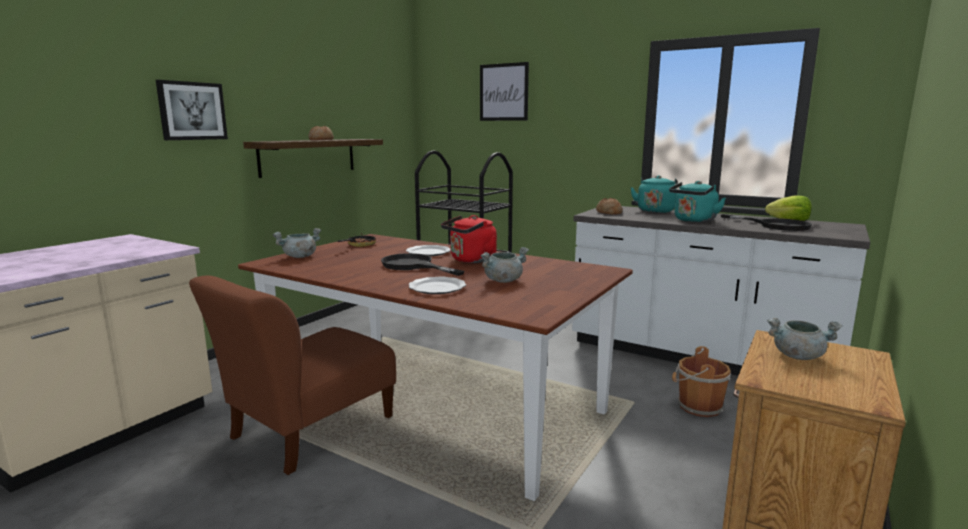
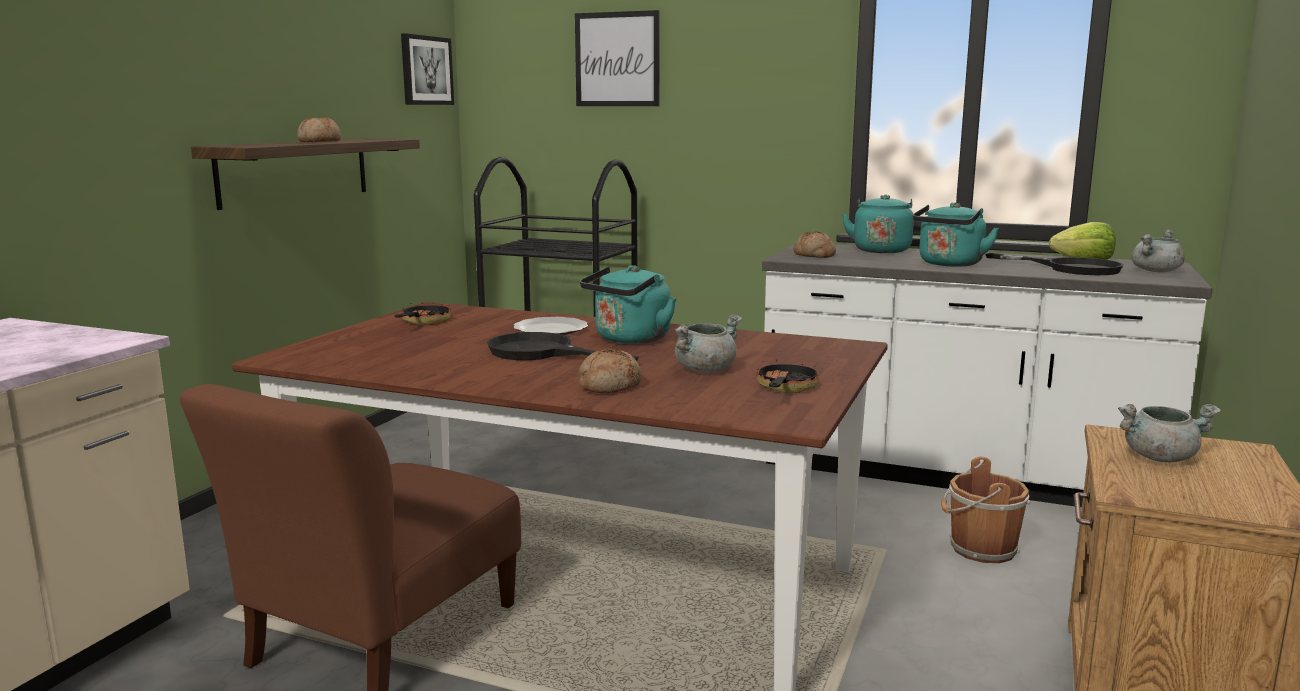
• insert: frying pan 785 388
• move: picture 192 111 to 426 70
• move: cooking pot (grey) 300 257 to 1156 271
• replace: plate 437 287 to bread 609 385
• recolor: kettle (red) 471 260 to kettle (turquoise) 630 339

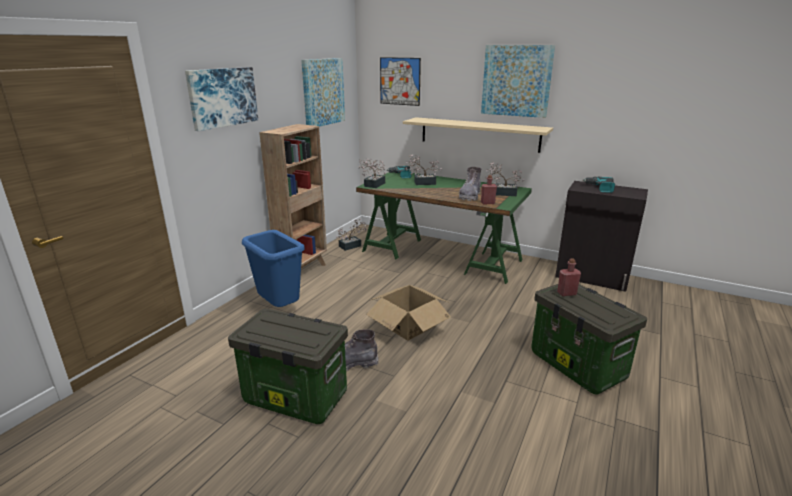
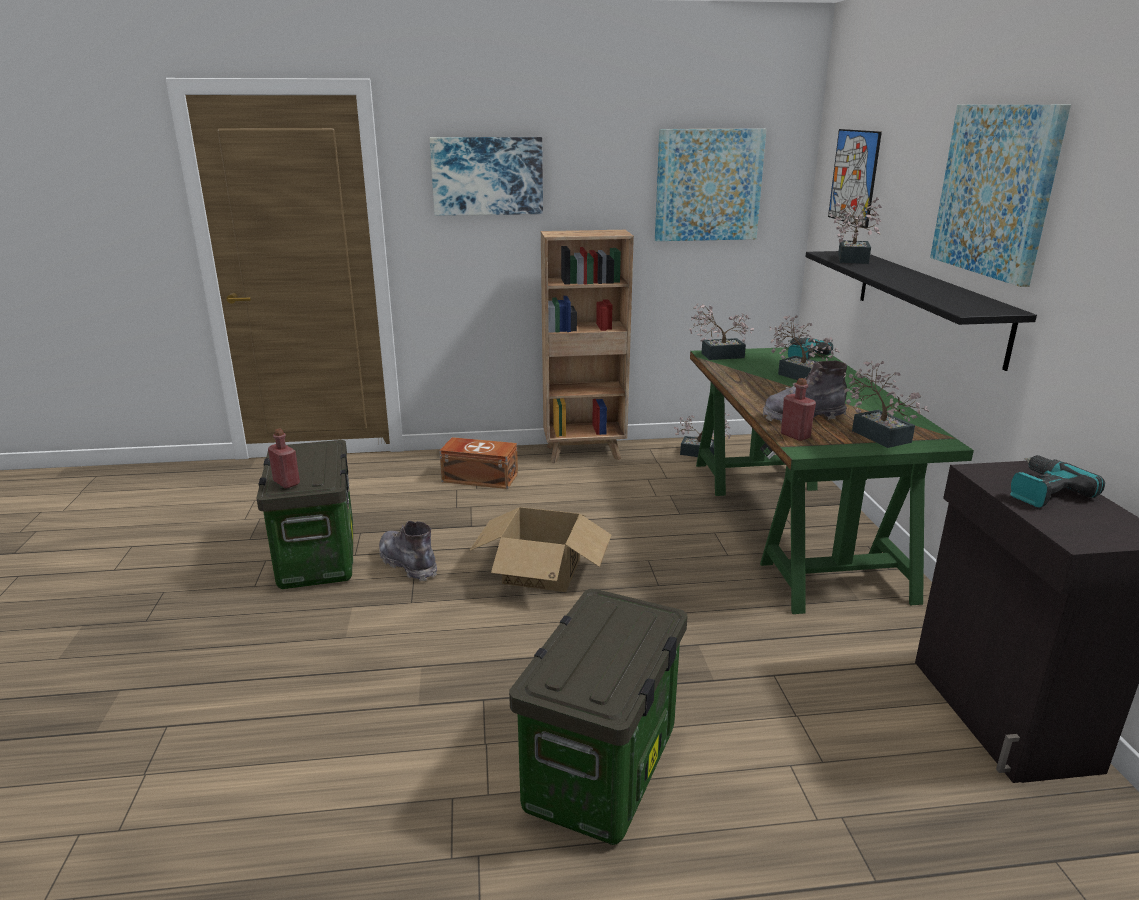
• insert: potted plant 853 258
• move: bottle (red) 566 293 to 286 483
• replace: trash can (blue) 279 308 to storage box (brown) 479 477
• recolor: shelf (beige) 479 134 to shelf (black) 928 303

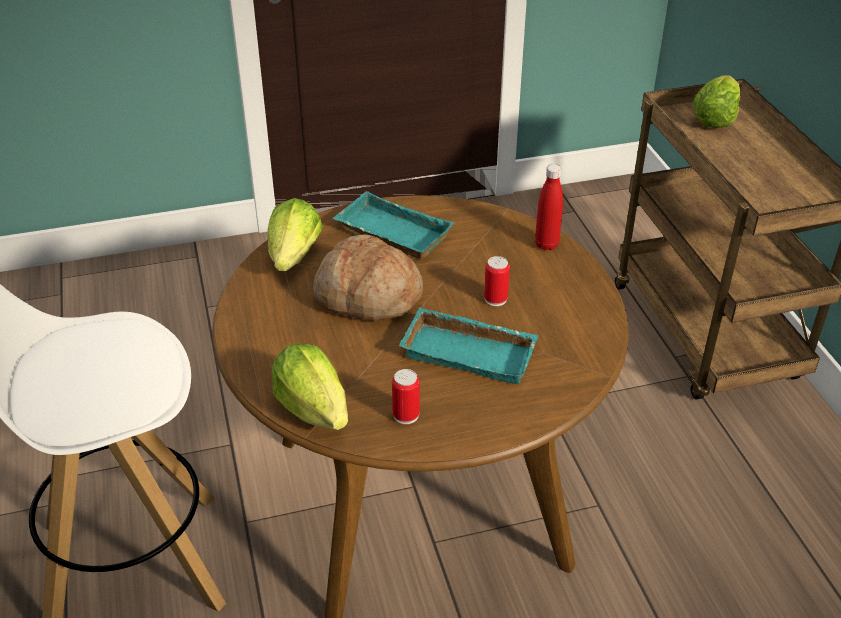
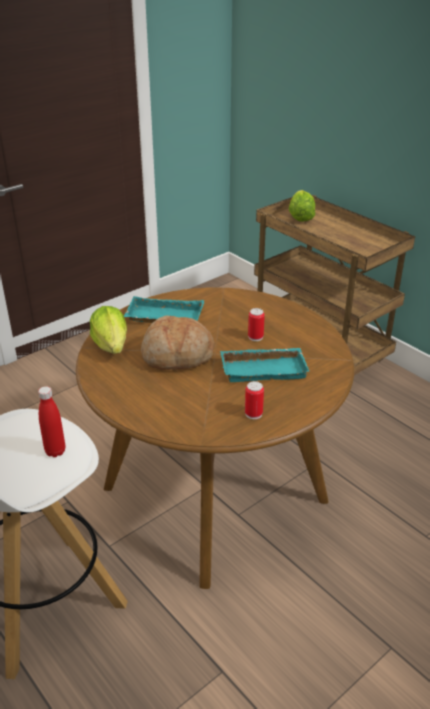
• delete: lettuce 313 408
• move: bottle (red) 546 245 to 55 451

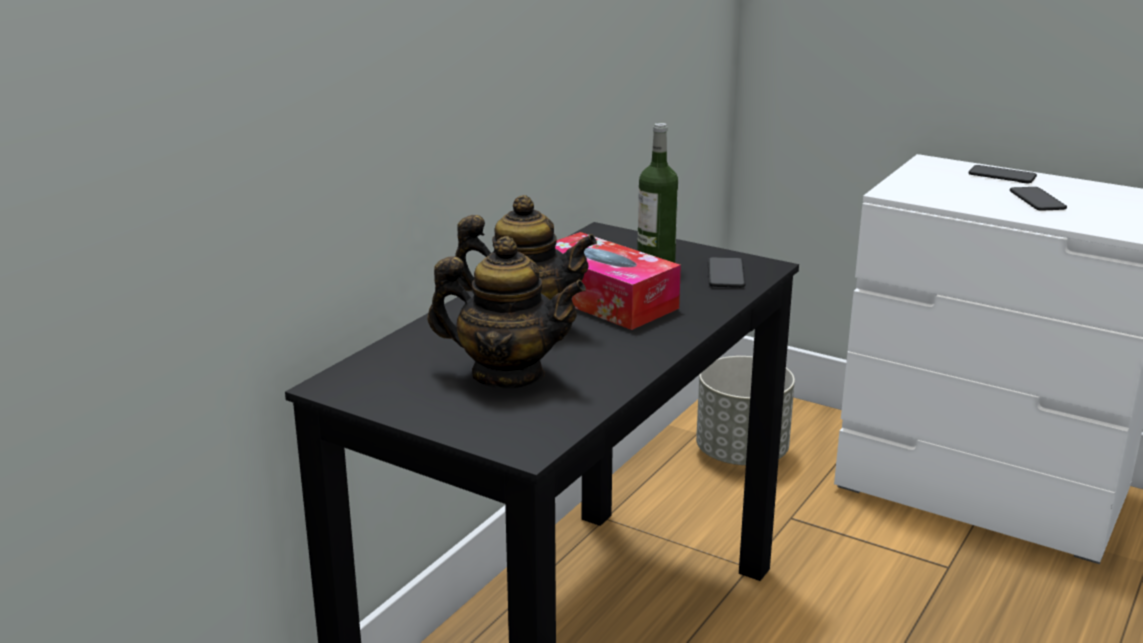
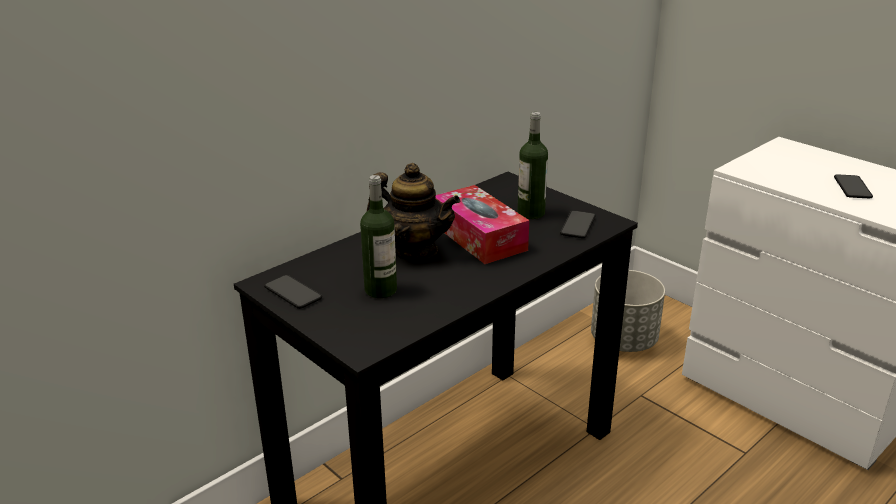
• move: phone 1002 176 to 293 293
• replace: teapot 507 375 to bottle 380 290

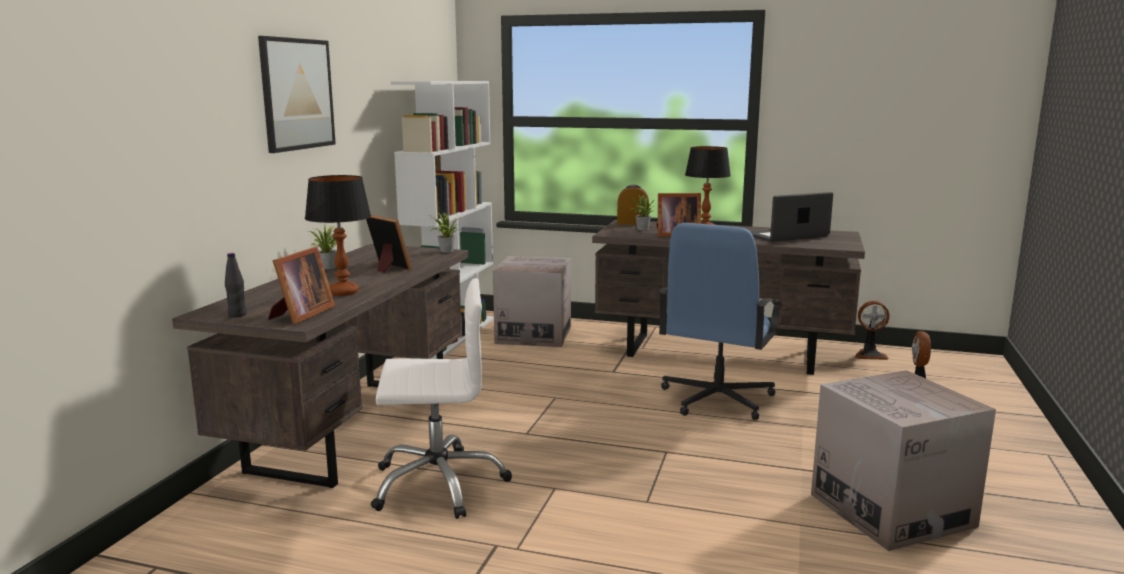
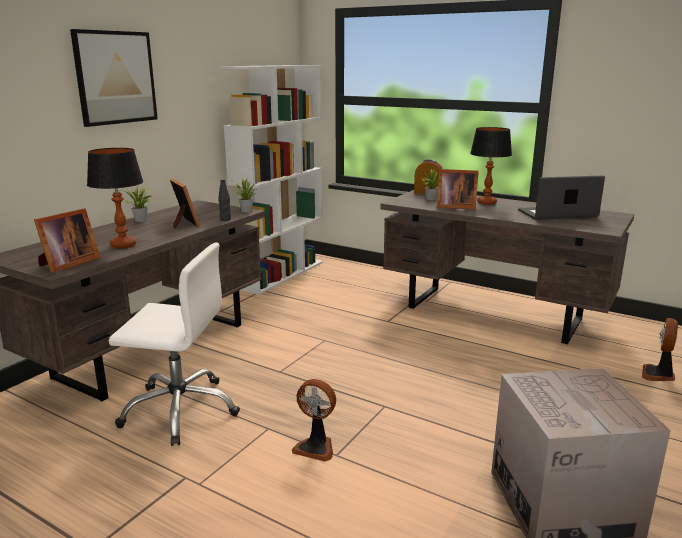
• delete: cardboard box 534 335
• delete: office chair (blue) 716 399
• move: bottle (black) 237 315 to 225 219
• move: fan 869 355 to 316 447

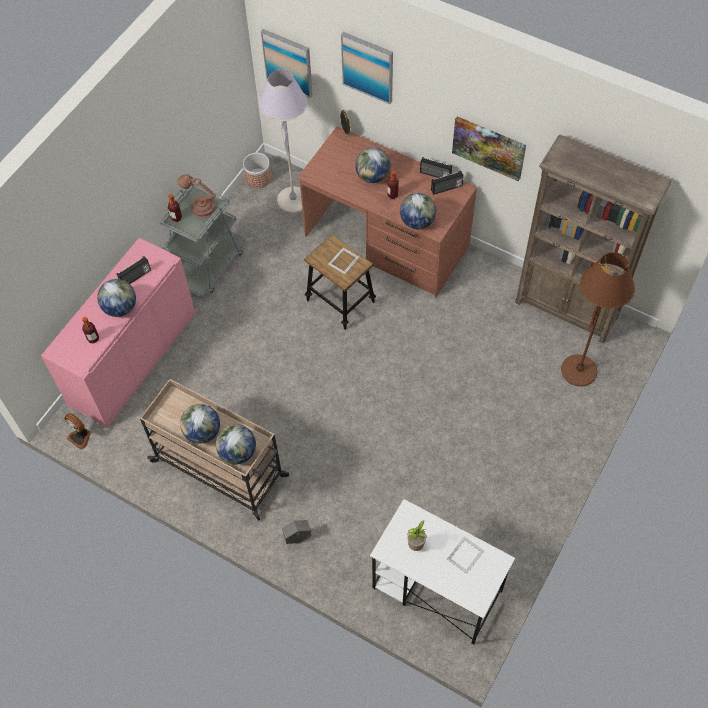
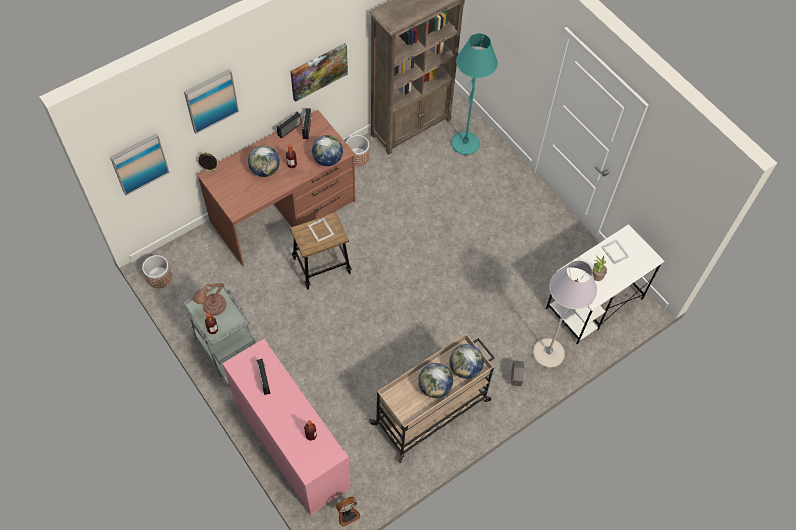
• delete: globe 120 308
• insert: planter 357 157
• move: floor lamp (grey) 293 200 to 548 353
• recolor: floor lamp (brown) 578 371 to floor lamp (turquoise) 465 144

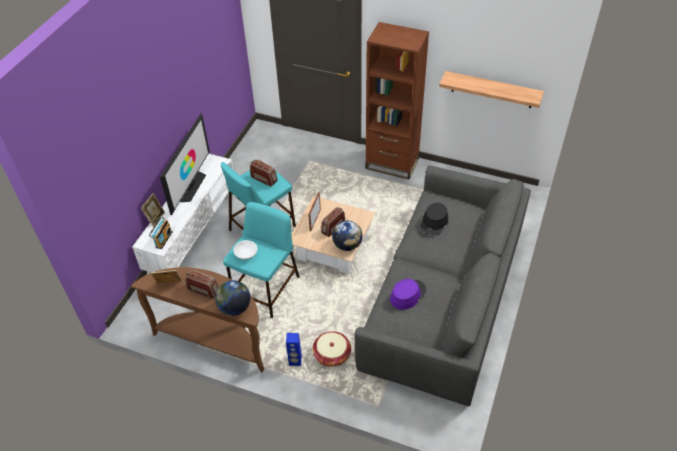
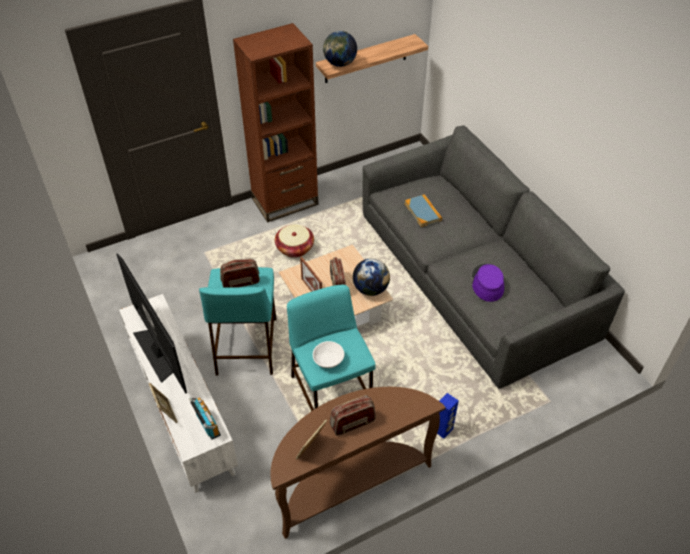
• move: globe 235 308 to 340 64
• move: basket 332 355 to 294 248
• replace: hat (black) 434 222 to book 423 212

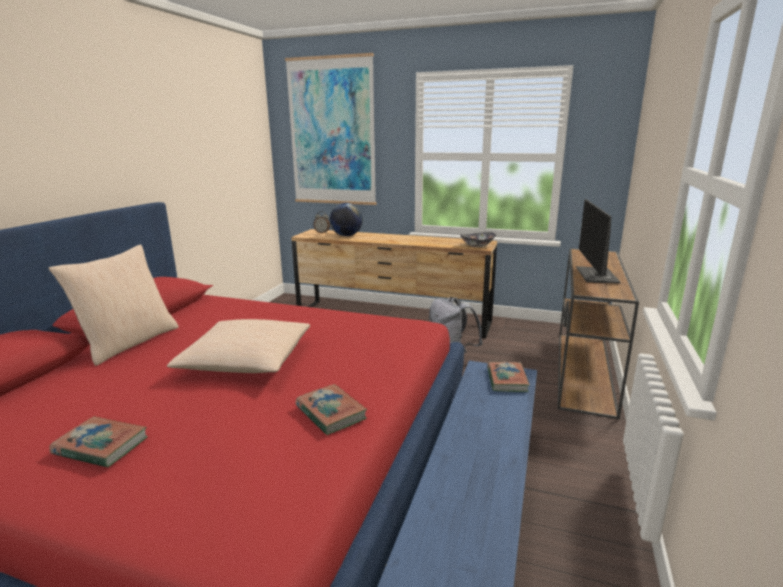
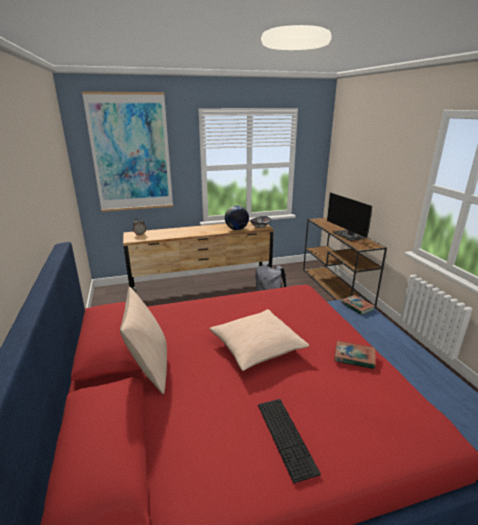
• move: globe 346 236 to 236 229
• replace: book 101 446 to keyboard 285 436

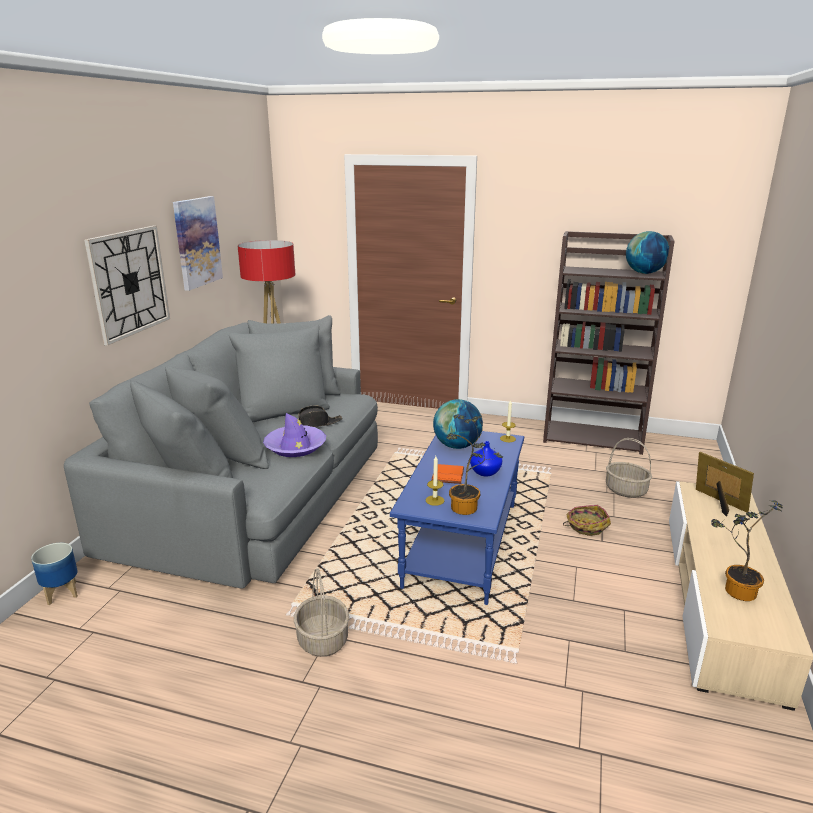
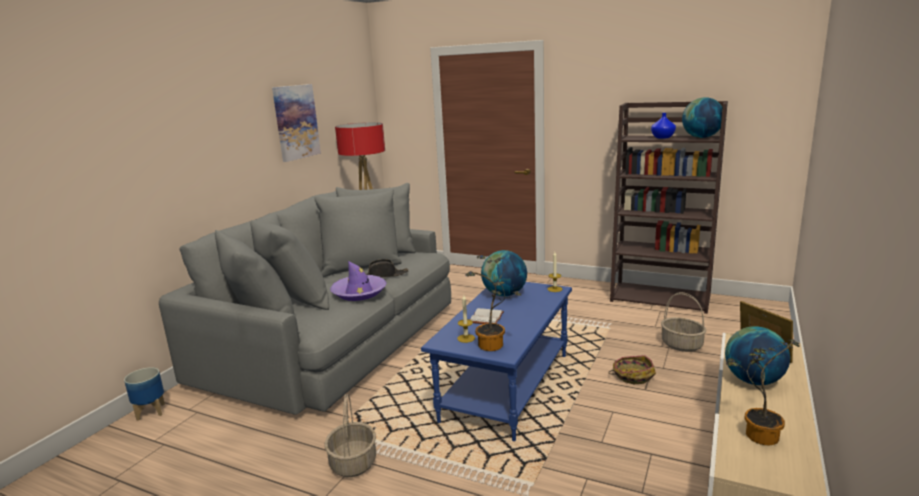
• delete: wall clock 129 283
• insert: globe 753 381
• move: vase (blue) 485 472 to 662 137
• recolor: book (orange) 446 475 to book (white) 485 317

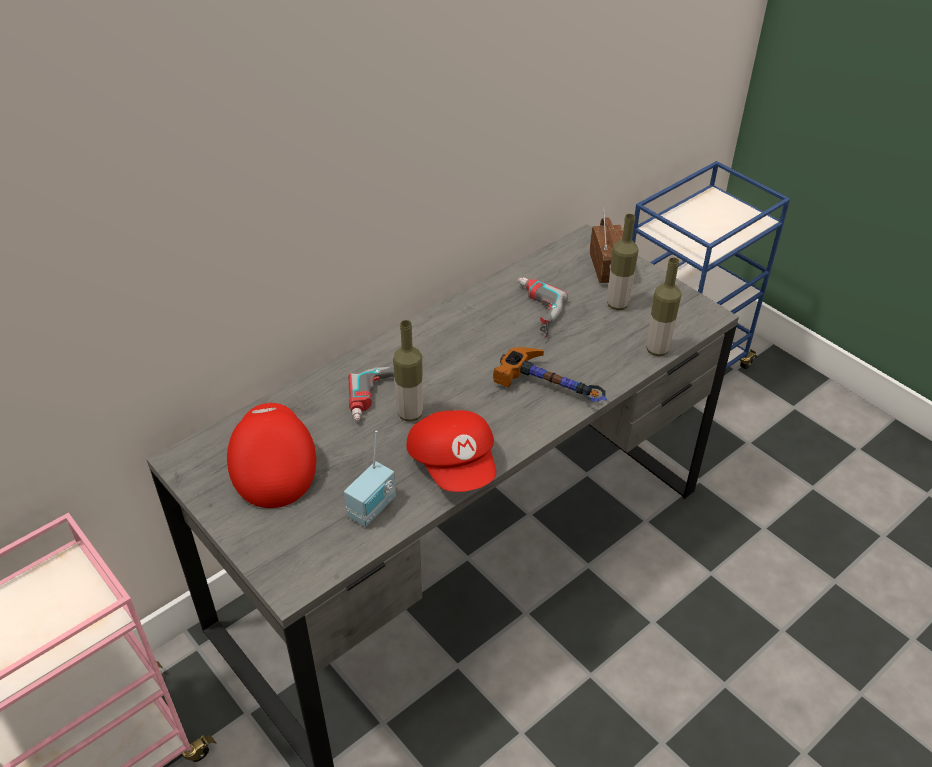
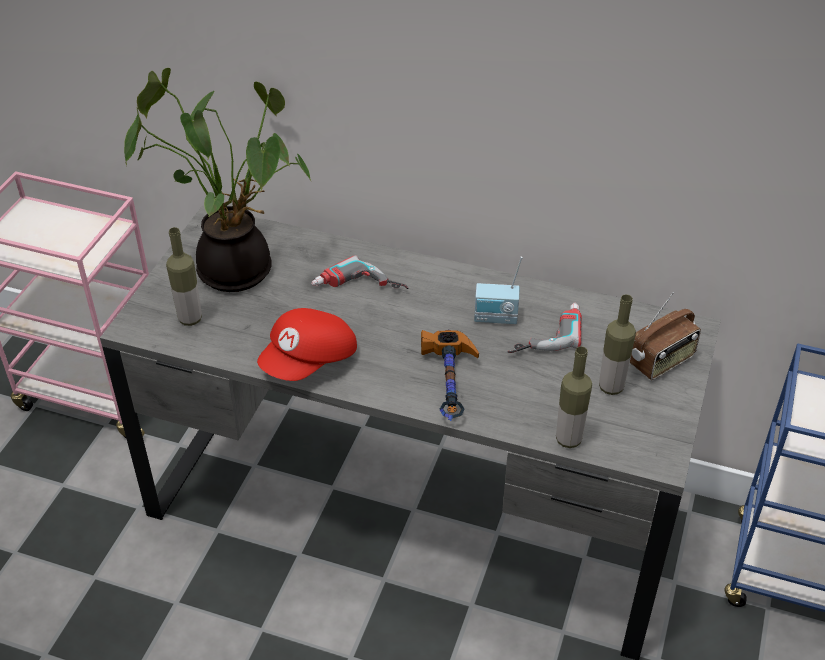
• move: radio 373 508 to 495 318
• move: bottle 410 414 to 190 319
• replace: cap (red) 272 467 to potted plant 236 266

